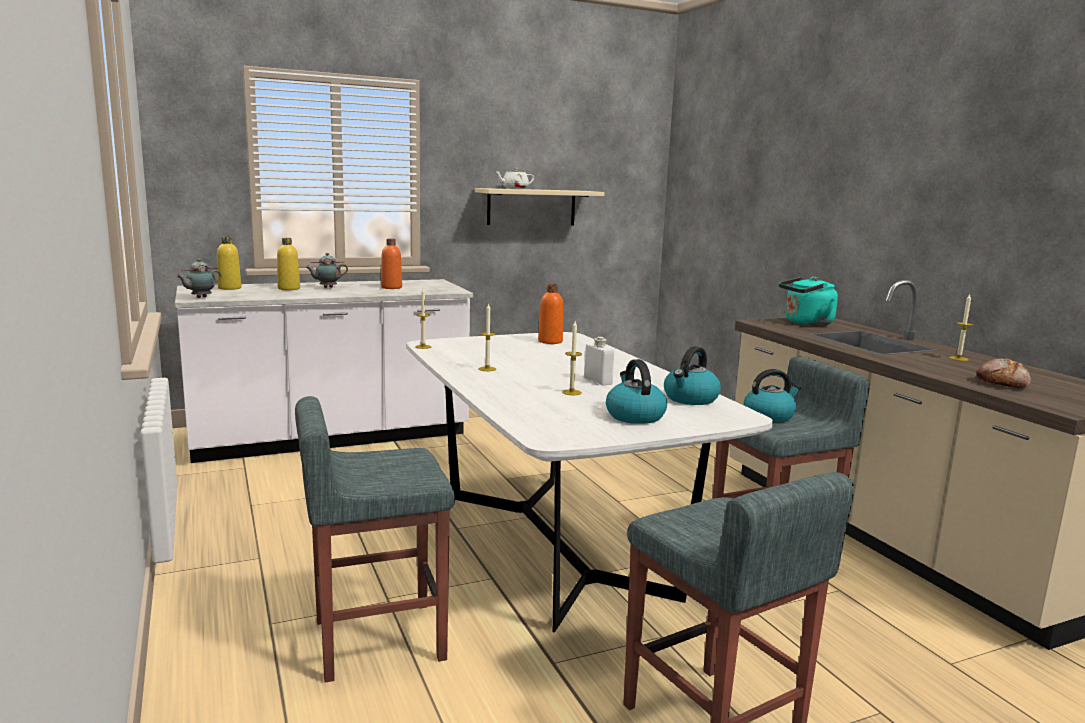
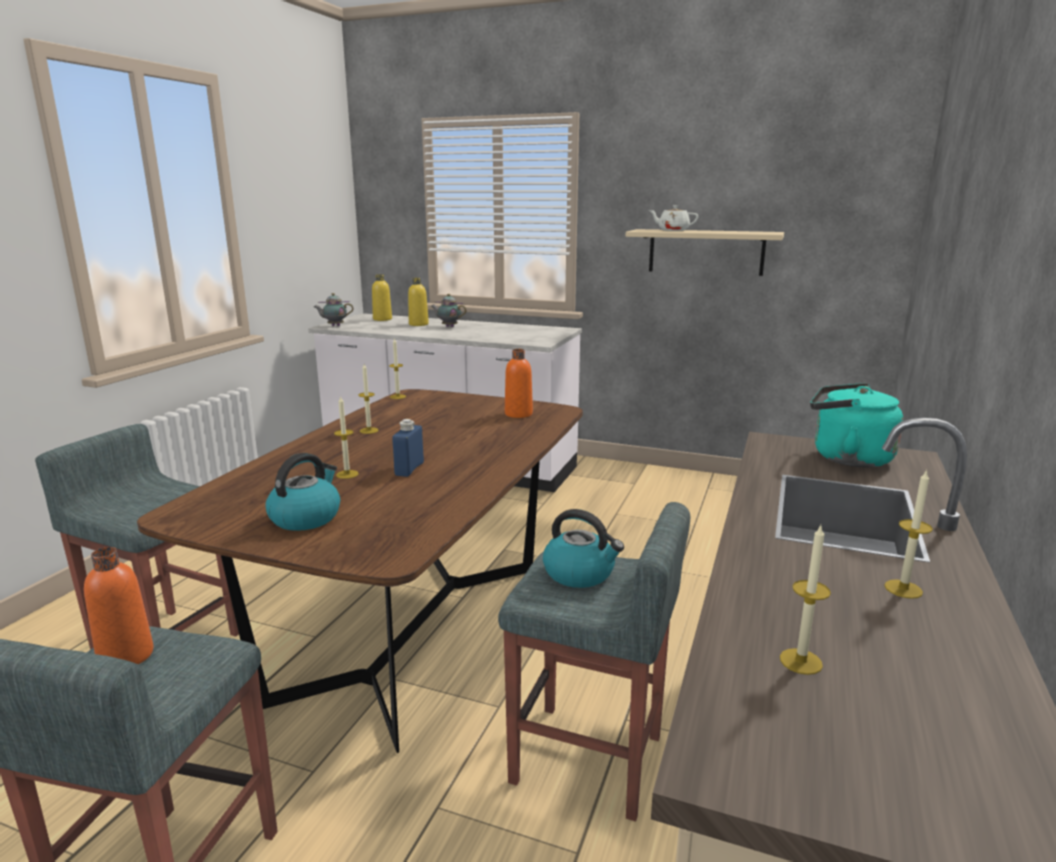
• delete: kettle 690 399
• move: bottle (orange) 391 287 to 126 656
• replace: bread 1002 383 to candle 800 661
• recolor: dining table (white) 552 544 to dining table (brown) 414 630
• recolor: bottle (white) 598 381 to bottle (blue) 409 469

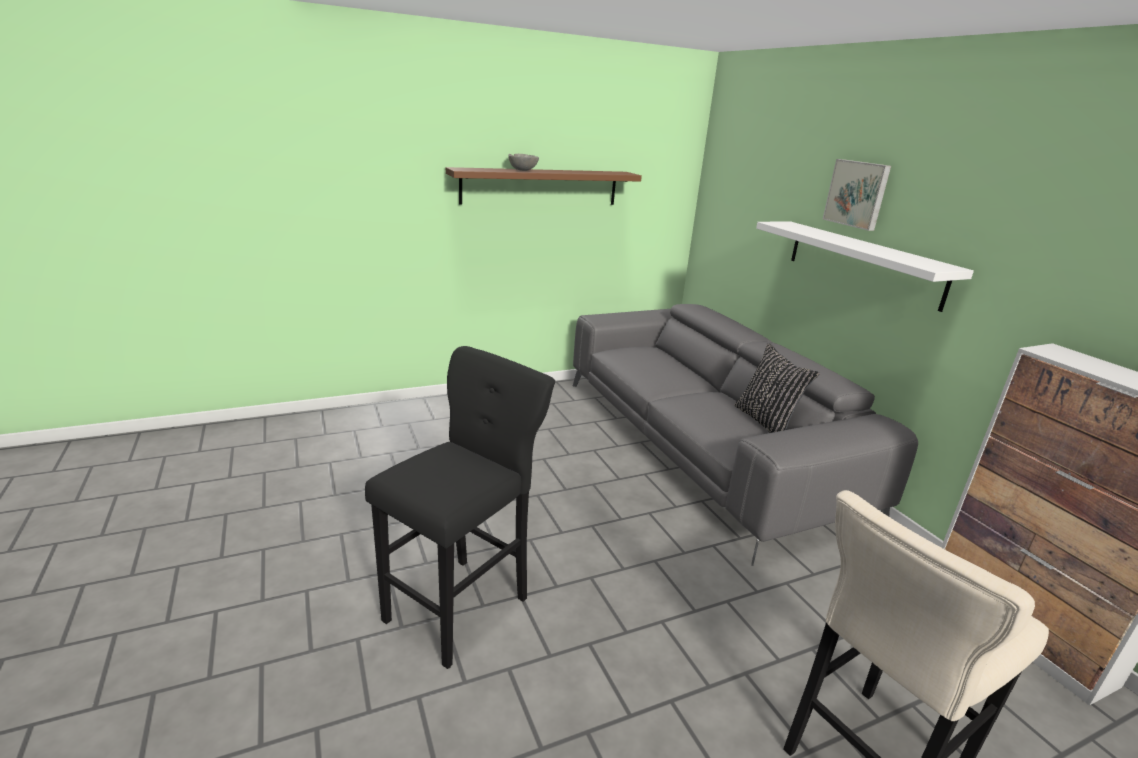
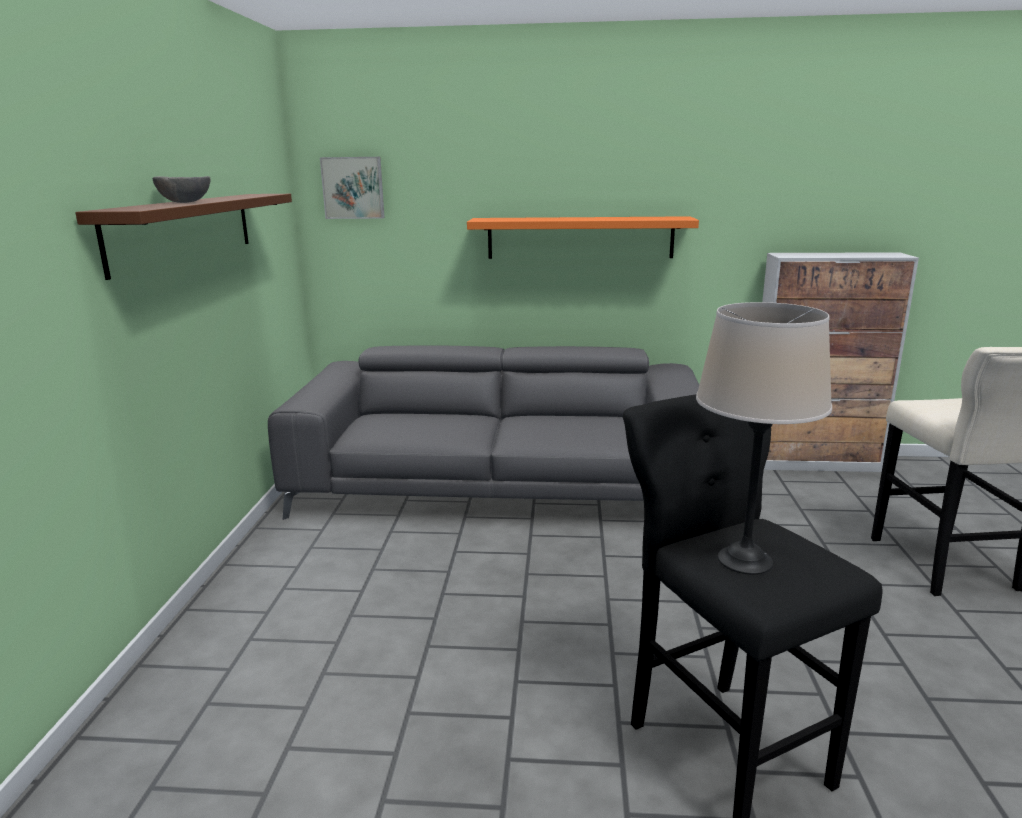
• delete: pillow (black) 766 422
• insert: table lamp (beige) 745 560
• move: picture 857 194 to 353 188
• recolor: shelf (white) 863 262 to shelf (orange) 580 237

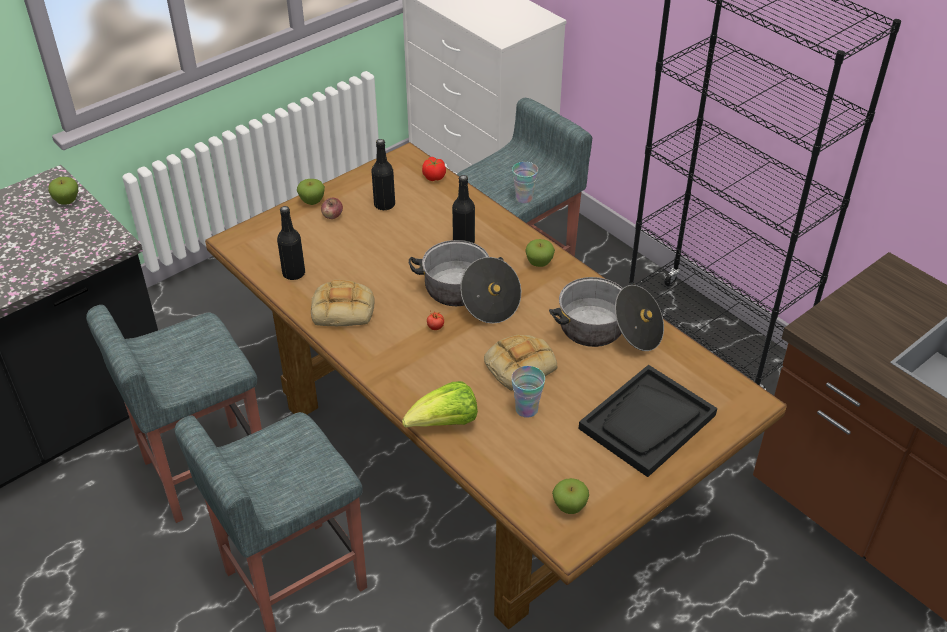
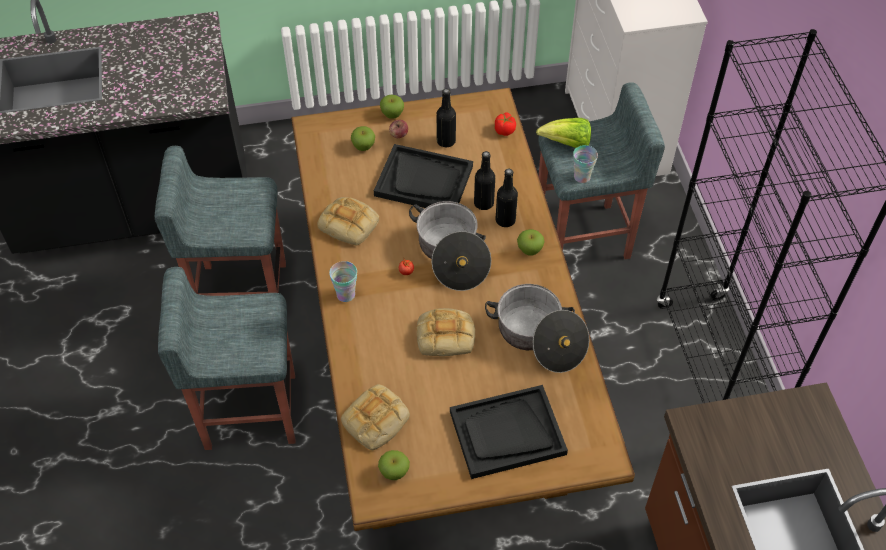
• insert: bread 375 421
• insert: tray (black) 424 181
• move: apple 67 201 to 363 147
• move: bottle (black) 294 273 to 505 220
• move: lettuce 445 423 to 567 144
• move: cup 526 409 to 346 295

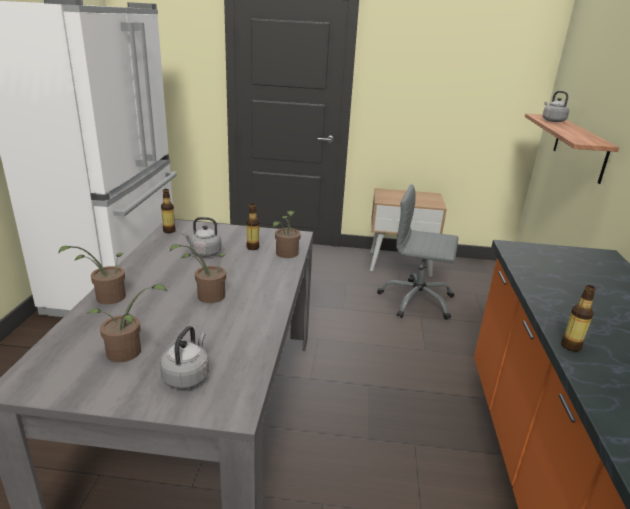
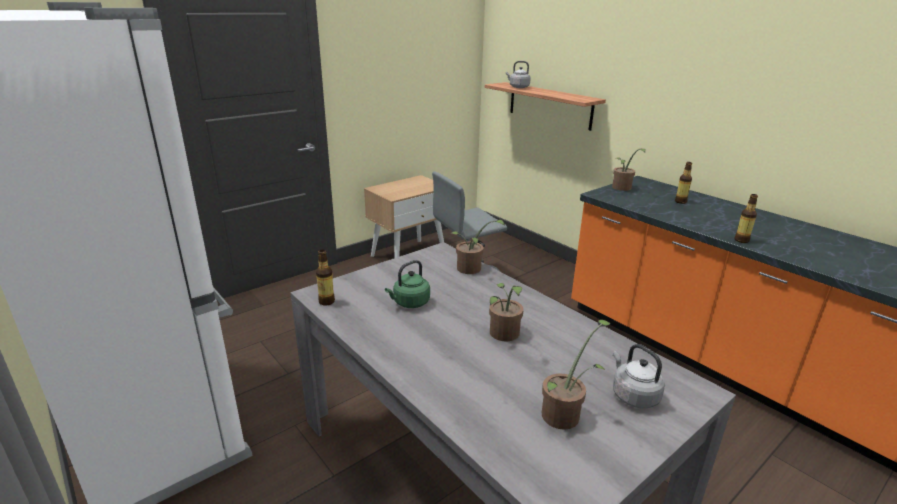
• move: potted plant 106 298 to 622 188
• move: bottle 252 247 to 680 202
• recolor: kettle (grey) 204 253 to kettle (green) 409 303

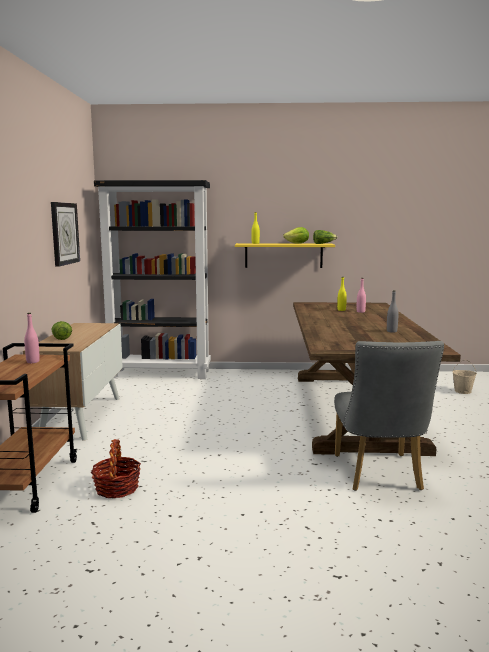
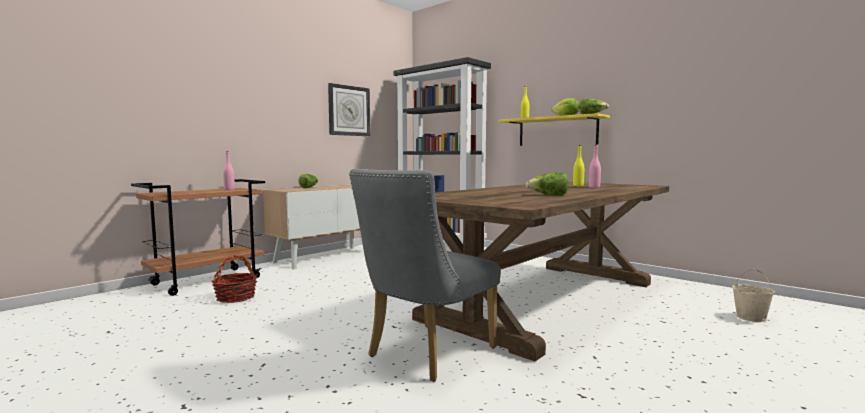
• replace: bottle (grey) 391 331 to lettuce 548 195

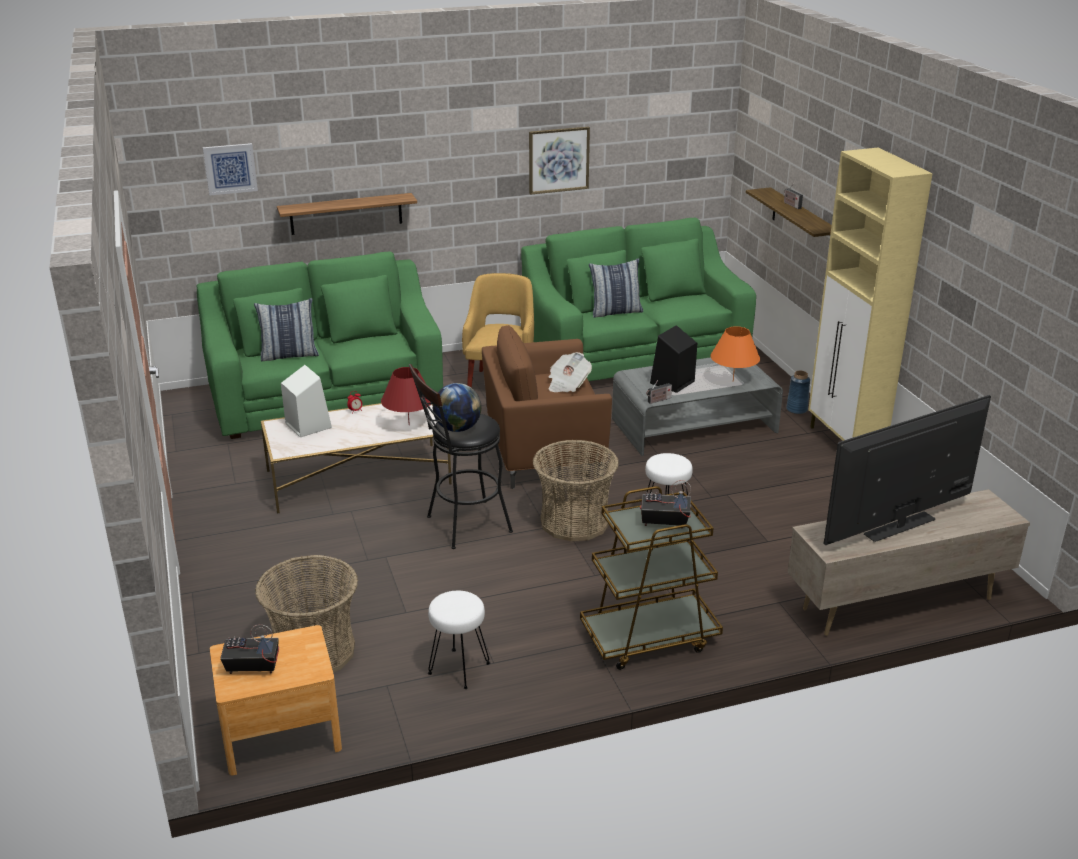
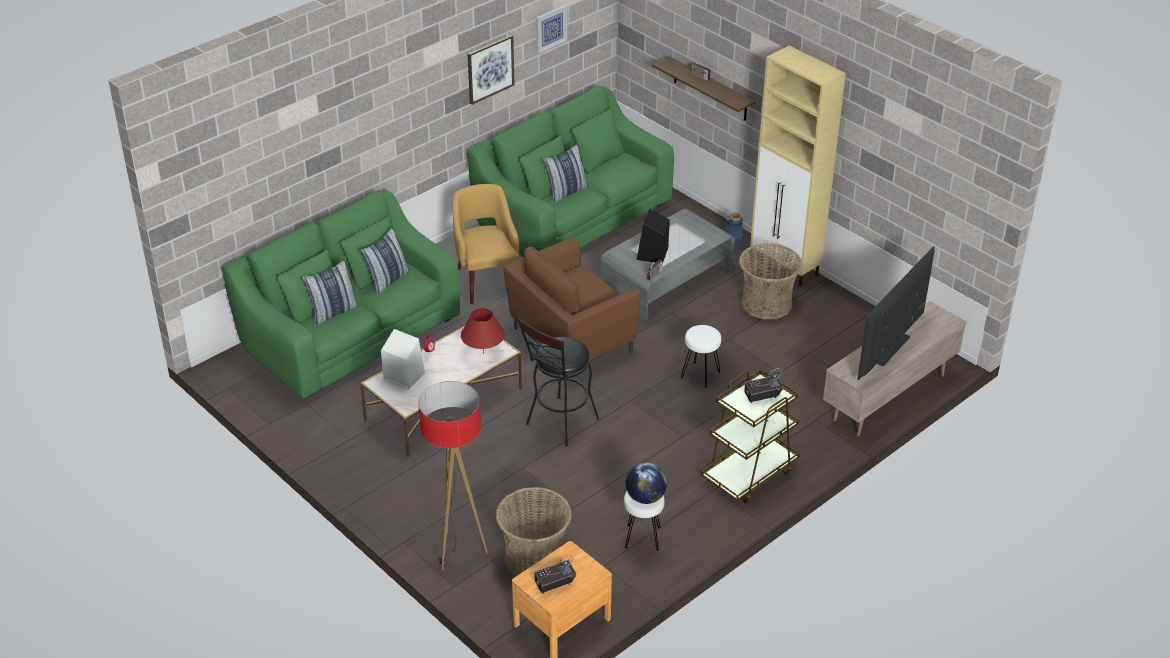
• delete: shelf 346 214
• delete: newspaper 567 384
• delete: table lamp (orange) 733 381
• insert: pillow 388 280
• insert: floor lamp 458 552
• move: picture 230 168 to 550 28
• move: globe 457 428 to 645 497
• move: basket 574 522 to 766 303

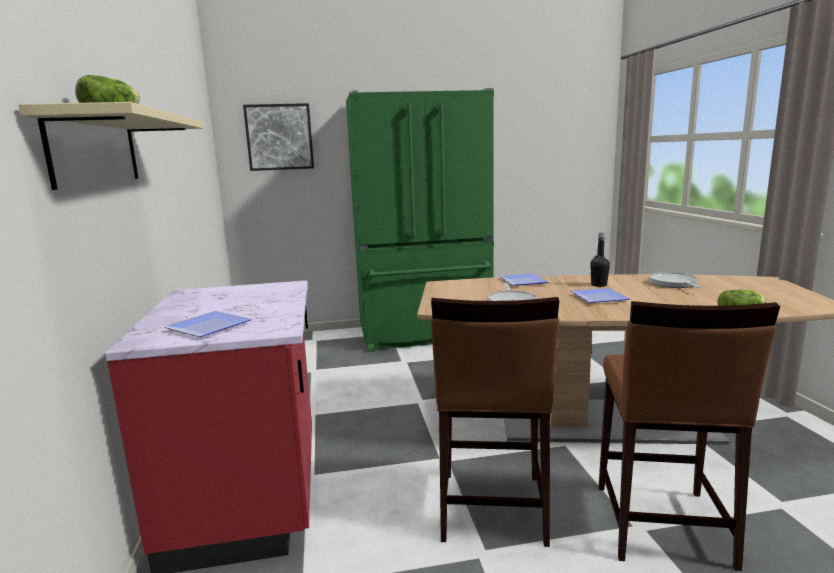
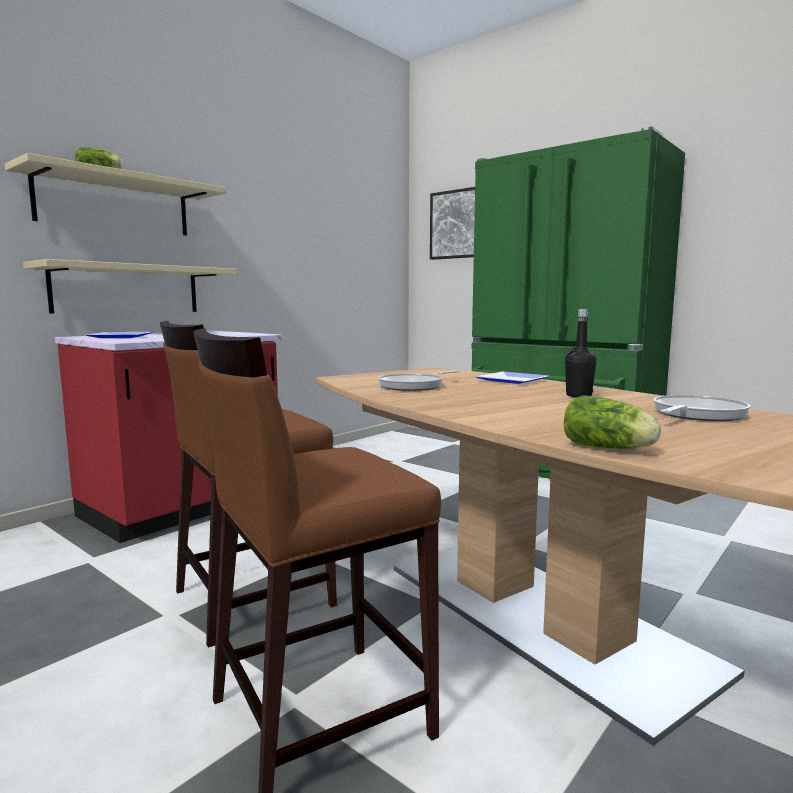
• delete: plate 600 297
• insert: shelf (beige) 127 289

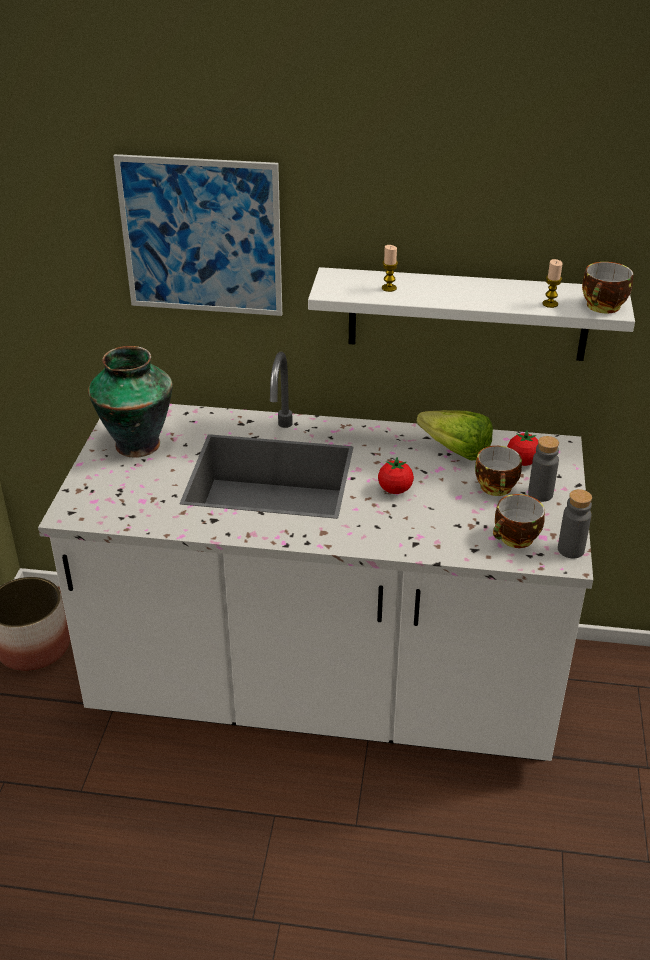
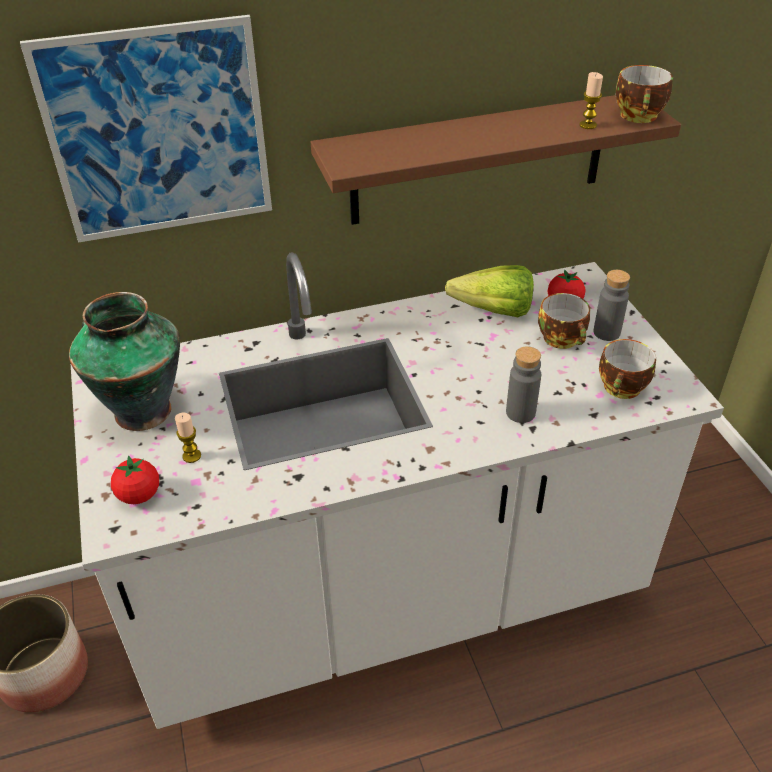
• move: tomato 395 490 to 139 495
• move: candle 389 288 to 191 456
• move: bottle (grey) 570 550 to 520 413
• recolor: shelf (white) 467 314 to shelf (brown) 479 159

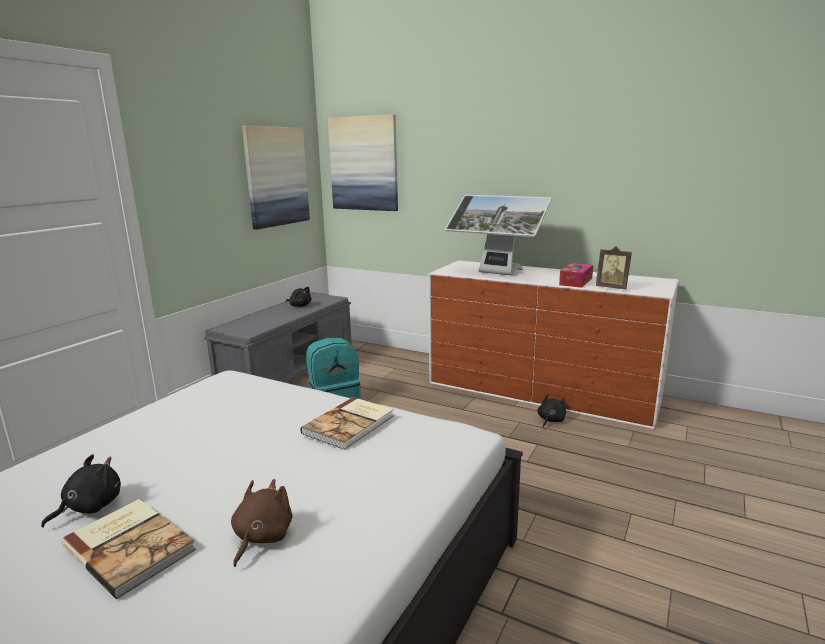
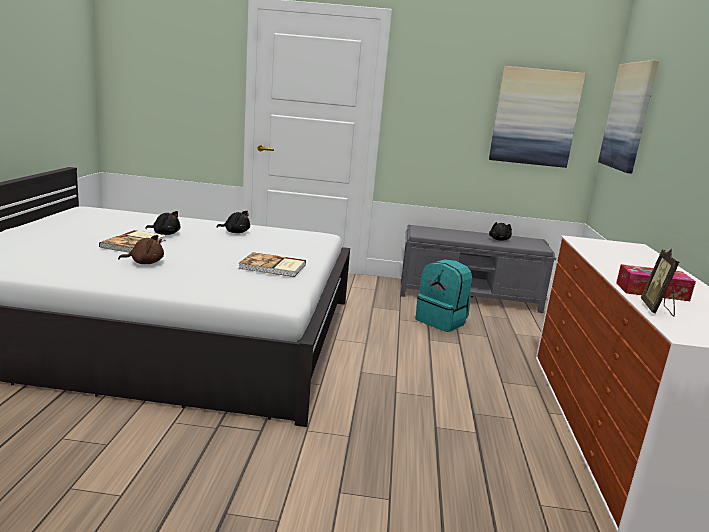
• delete: monitor 496 273
• move: plush toy (black) 550 420 to 235 232

